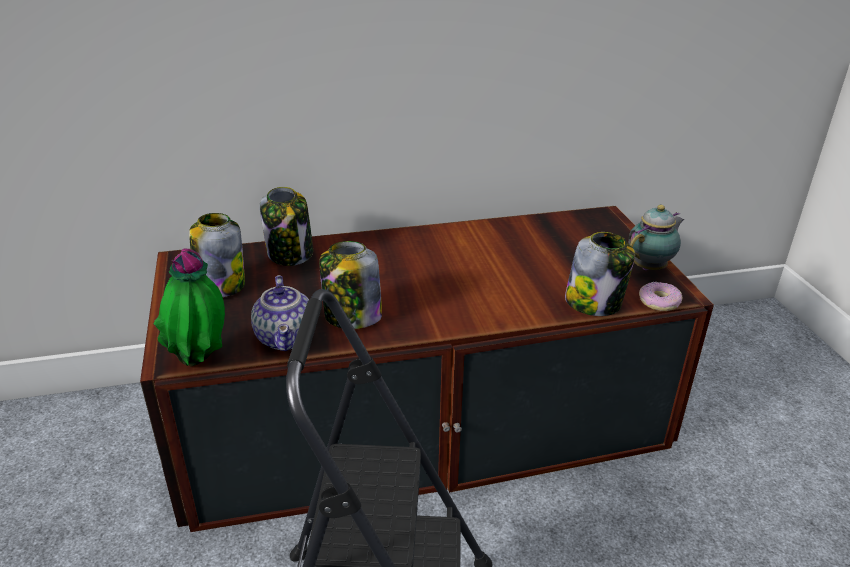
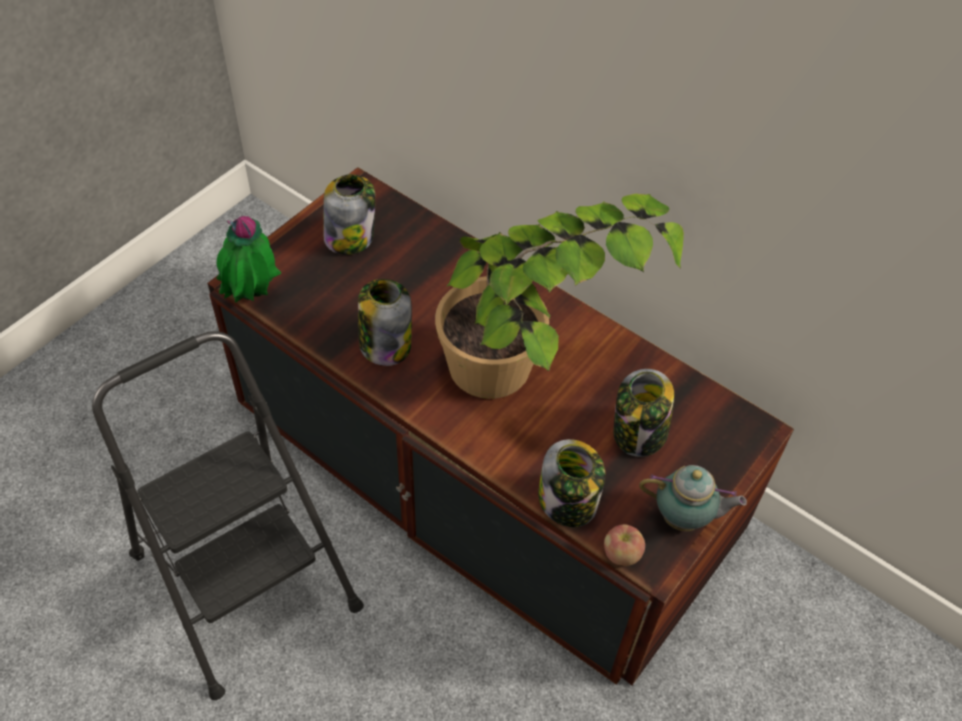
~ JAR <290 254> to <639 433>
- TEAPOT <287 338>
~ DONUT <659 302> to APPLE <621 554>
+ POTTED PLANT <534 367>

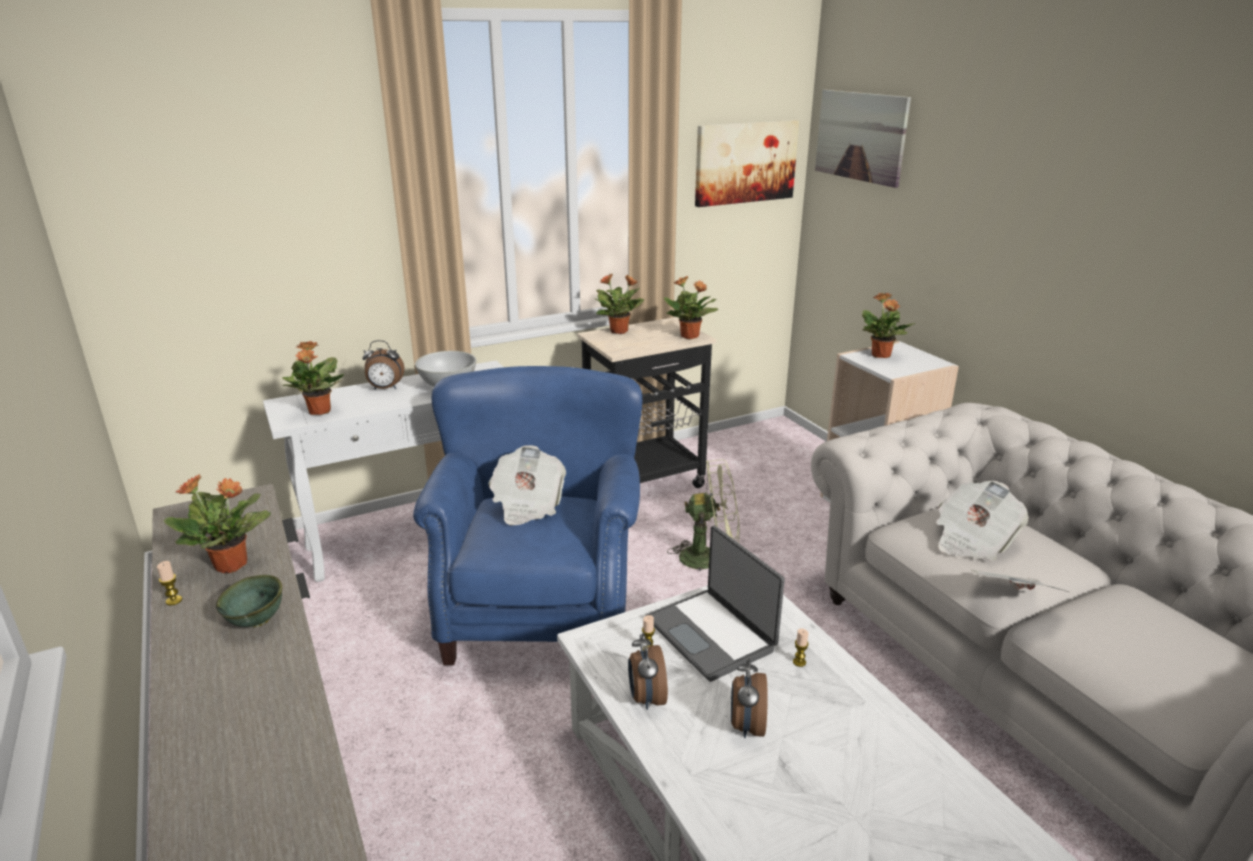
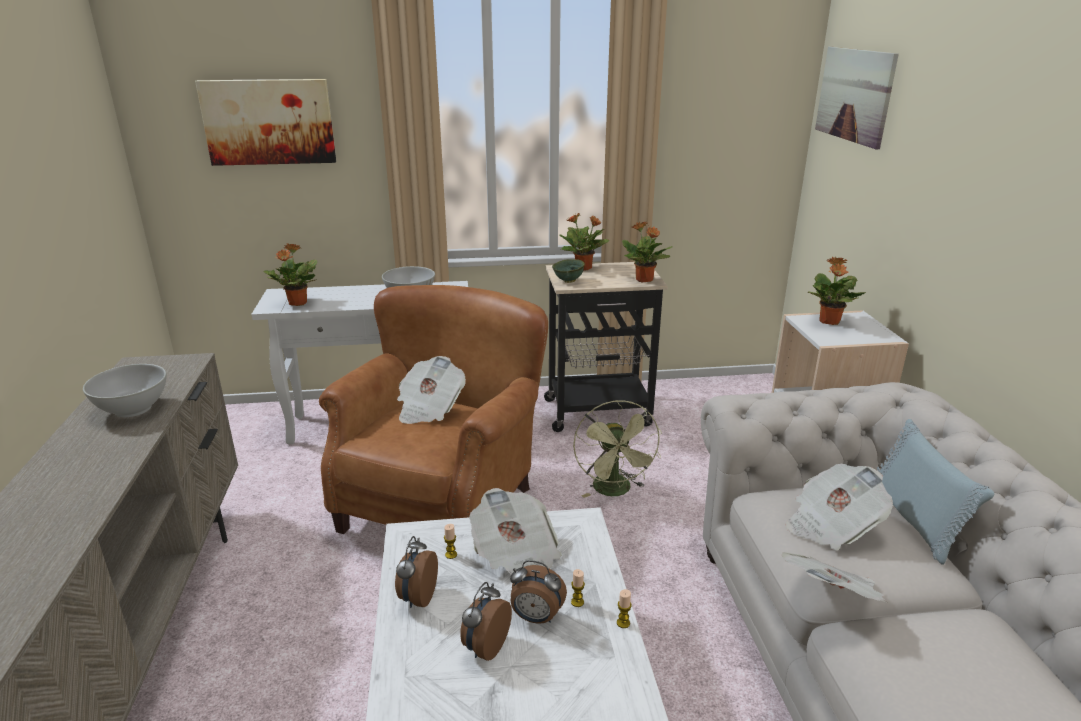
~ PICTURE <745 162> to <269 122>
~ ALARM CLOCK <385 388> to <536 617>
~ BLUE ARMCHAIR <540 605> to BROWN ARMCHAIR <443 501>
~ GREEN FAN <708 557> = <615 491> 60 degrees clockwise
~ POTTED PLANT <232 565> to WHITE BOWL <132 409>
~ LAPTOP <712 634> to NEWSPAPER <516 556>
~ CANDLE <174 600> to <623 623>
~ GREEN BOWL <257 622> to <569 281>
+ BLUE PILLOW <914 521>

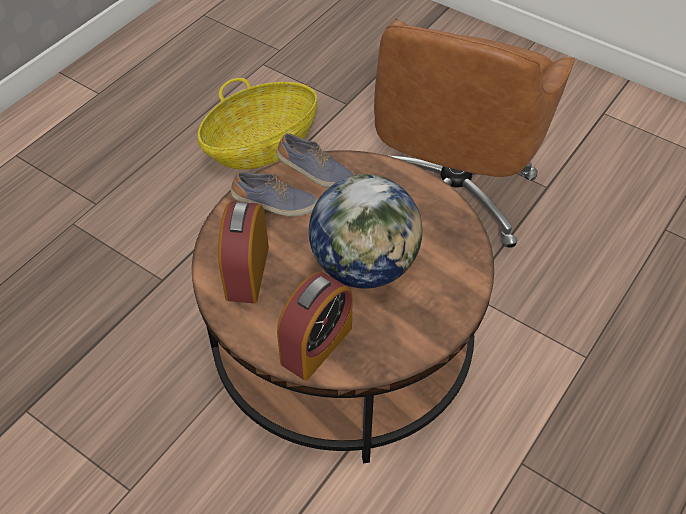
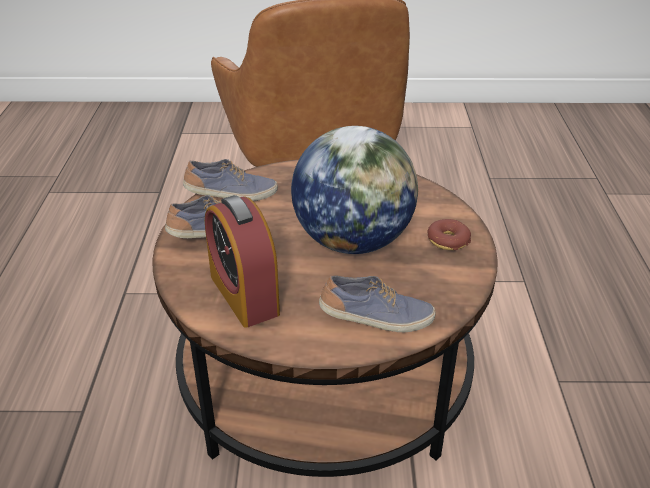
- BASKET <261 146>
~ ALARM CLOCK <316 345> to SHOE <377 319>
+ DONUT <448 240>

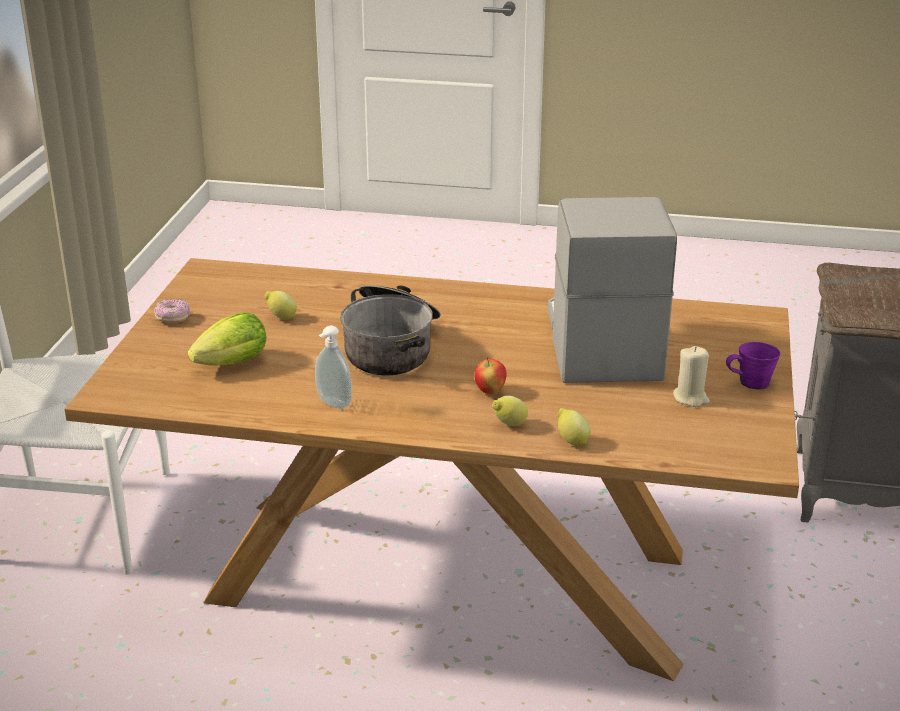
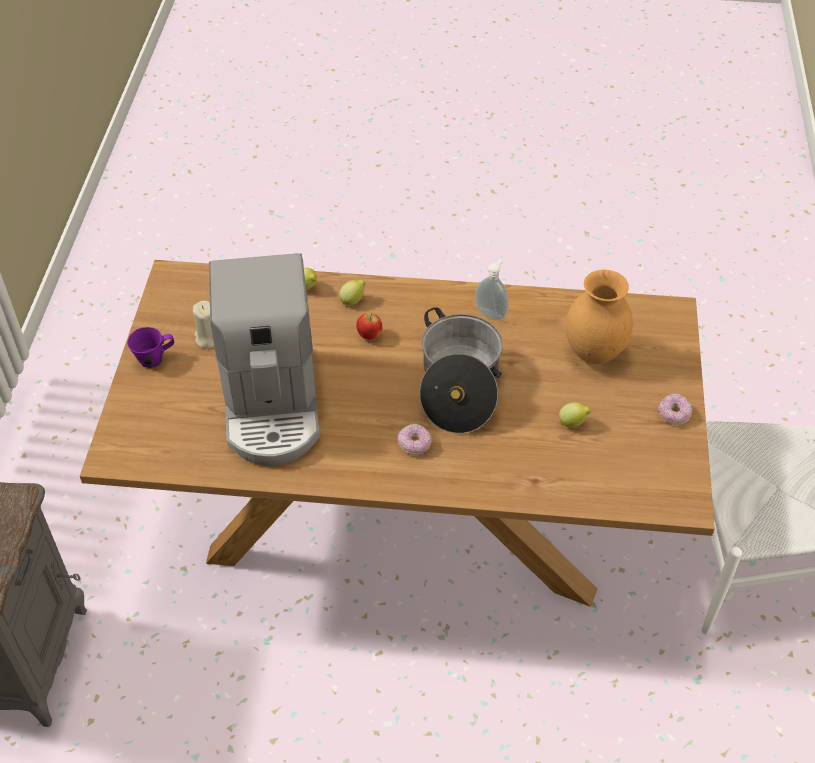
~ LETTUCE <228 365> to BROWN VASE <592 353>
+ DONUT <414 444>

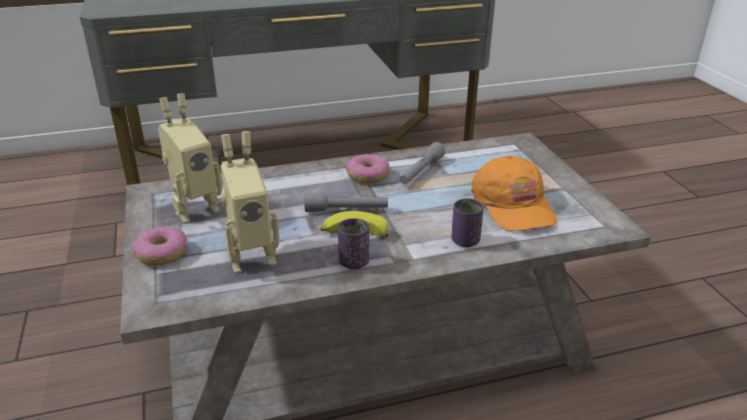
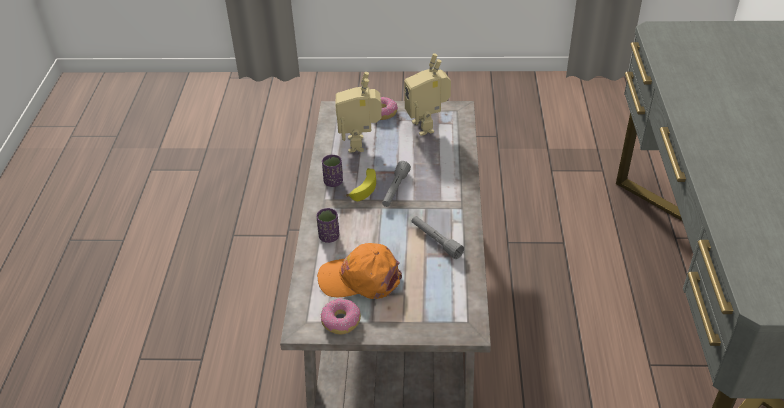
~ DONUT <368 176> to <340 321>

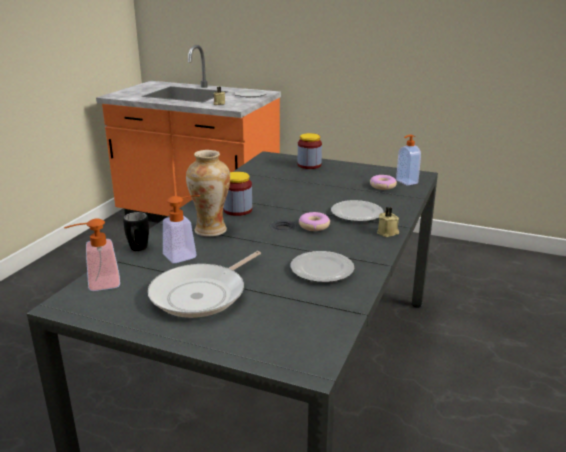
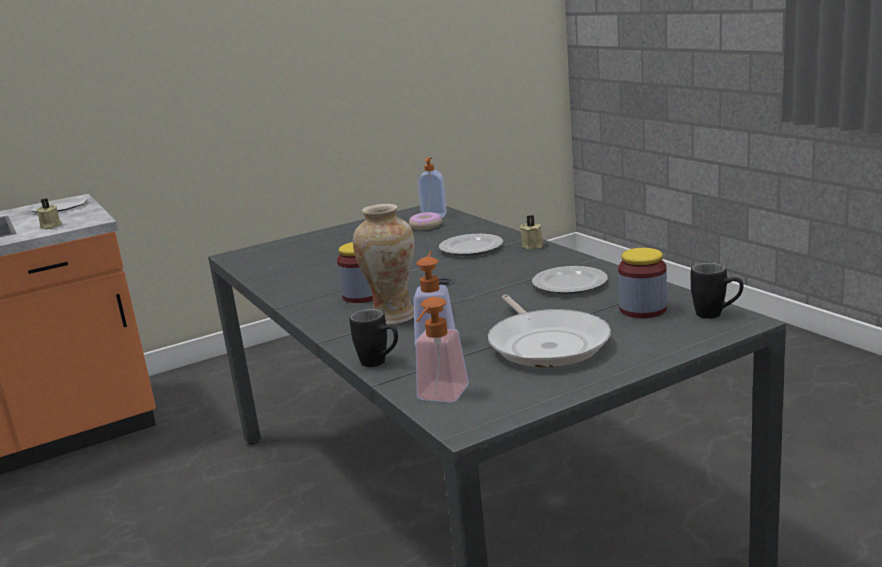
~ JAR <309 165> to <643 309>
- DONUT <314 226>
+ BLACK MUG <716 315>

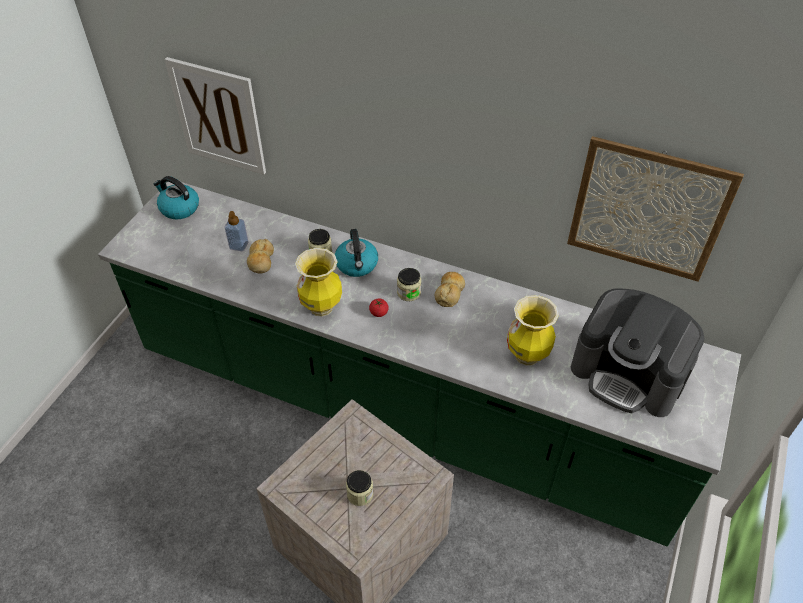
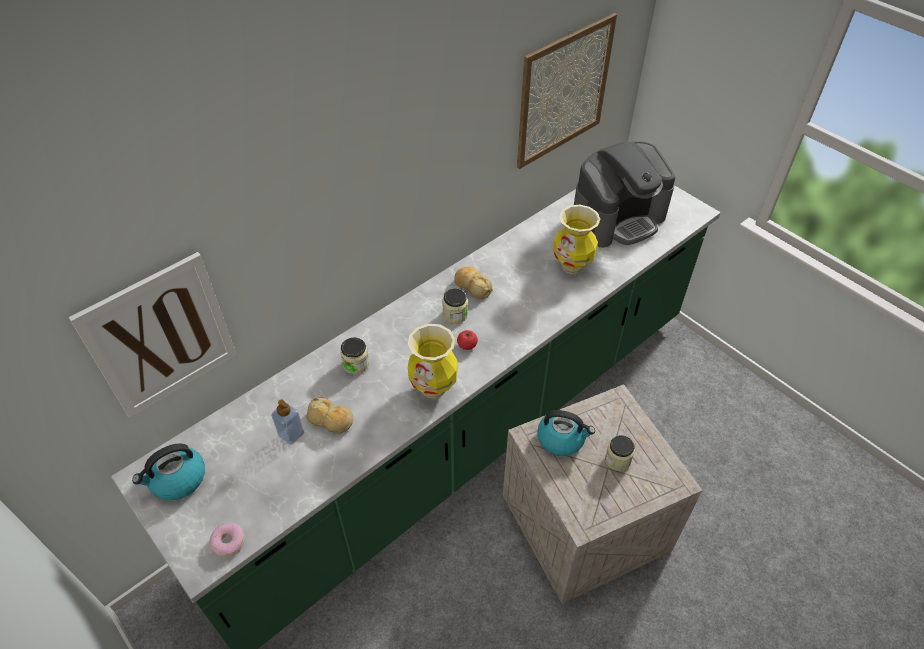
~ KETTLE <357 265> to <561 439>
+ DONUT <228 542>

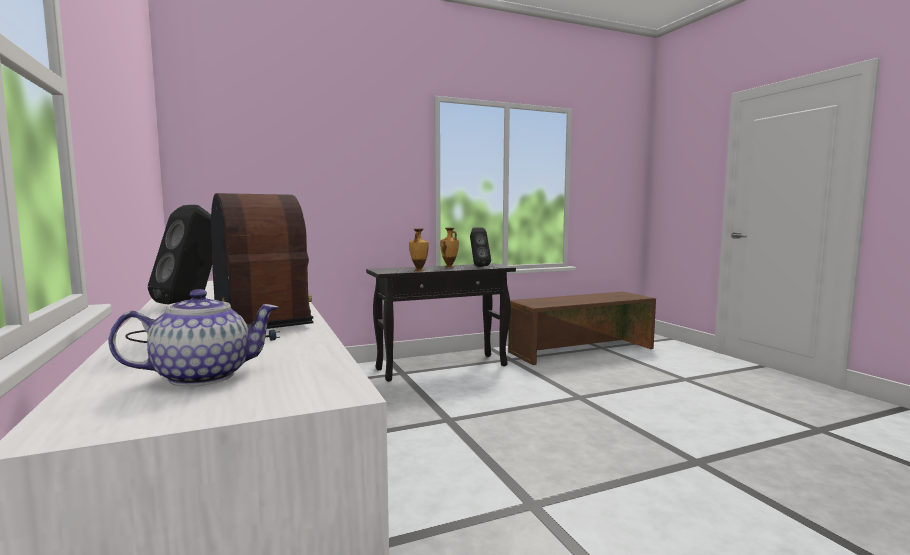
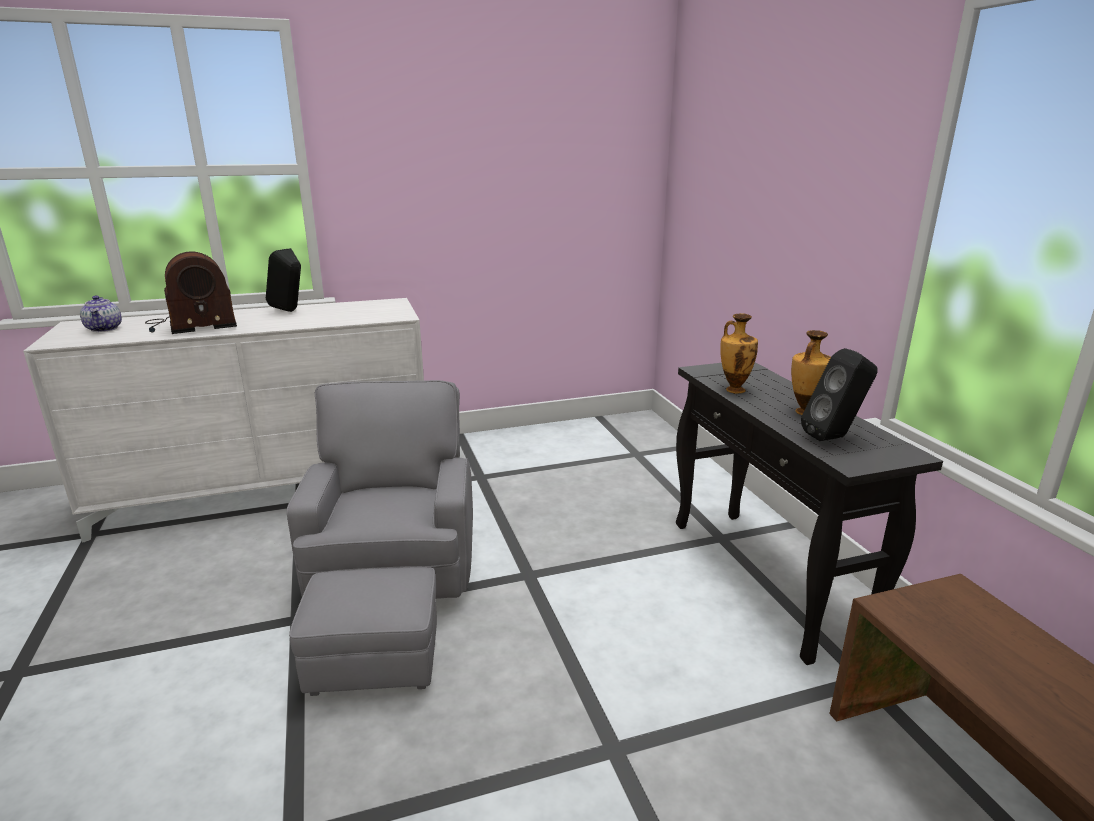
+ GREY ARMCHAIR <391 582>

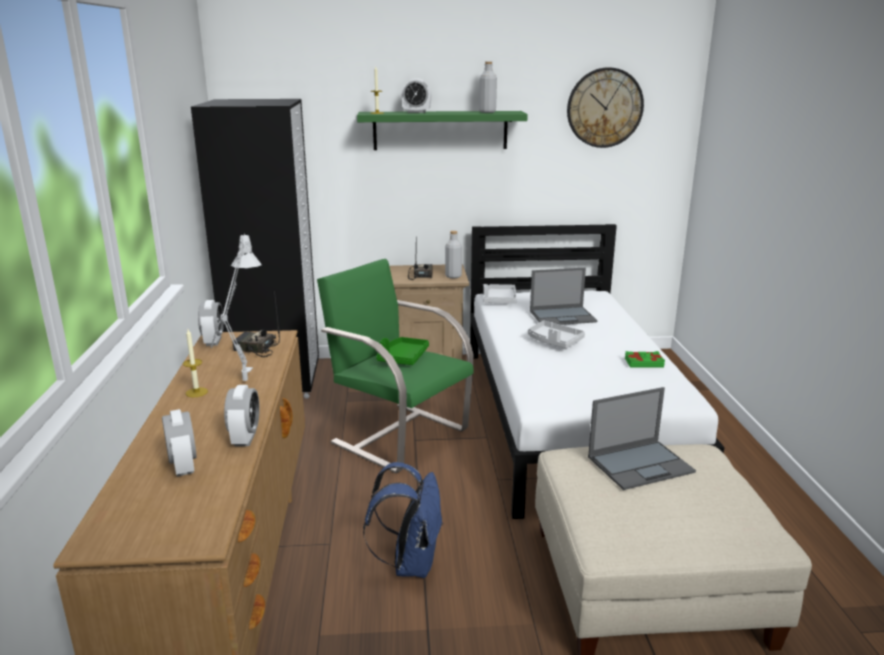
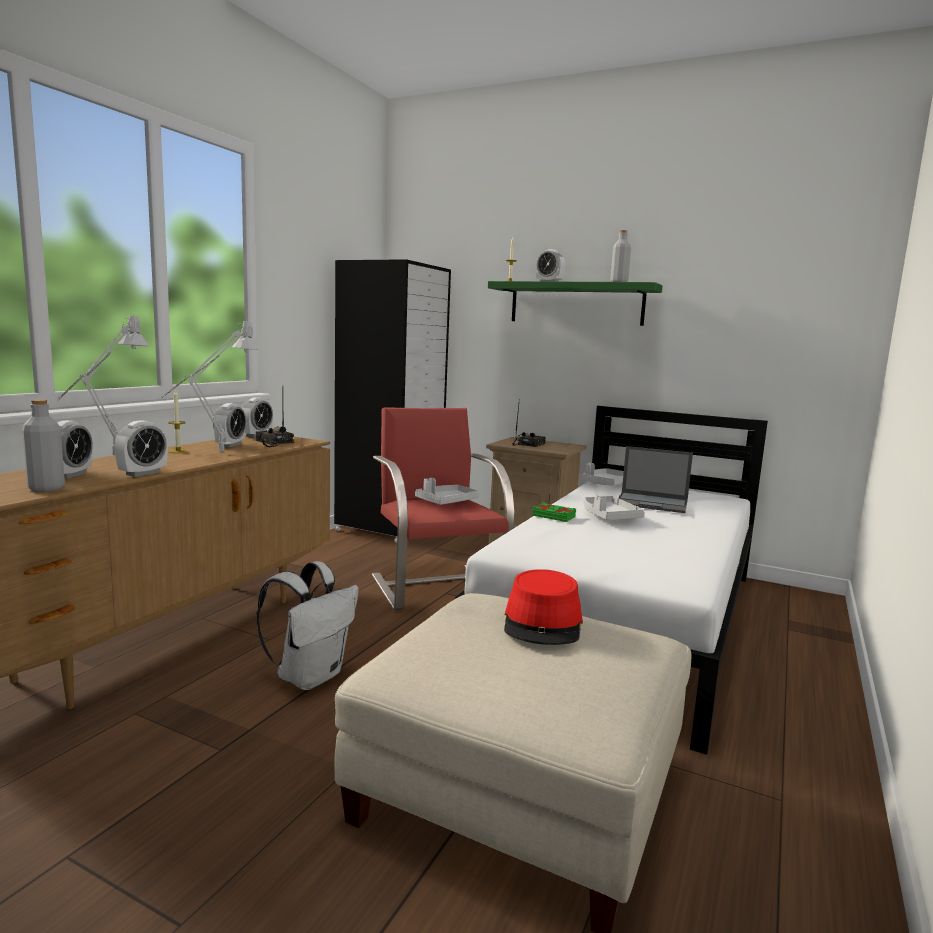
- WALL CLOCK <604 108>
~ GREY BOTTLE <453 276> to <46 488>
~ GREEN ARMCHAIR <399 435> to RED ARMCHAIR <436 586>
~ GREEN TRAY <403 358> to GREY TRAY <446 502>
~ GREEN BOOK <643 362> to <554 516>
~ LAPTOP <641 464> to RED HAT <543 623>
~ BLUE BACKPACK <410 563> to WHITE BACKPACK <310 676>
+ GREY TABLE LAMP <110 458>
+ ALARM CLOCK <230 445>

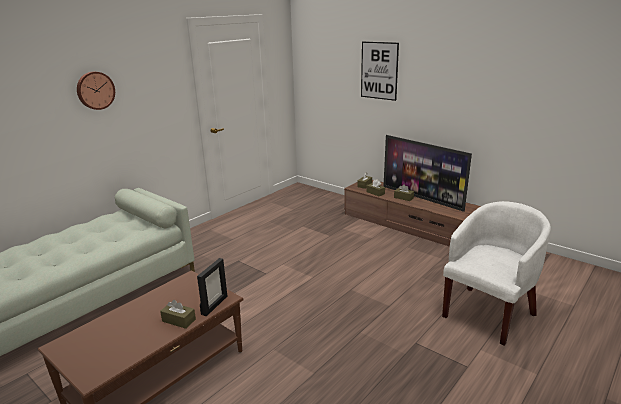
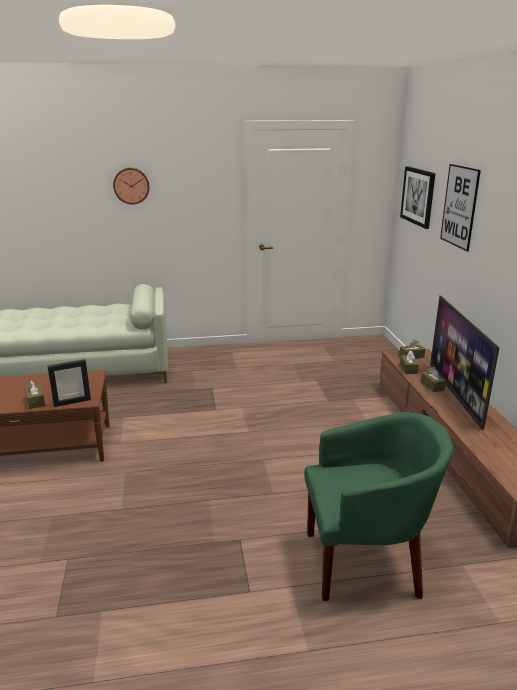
~ WHITE ARMCHAIR <489 313> to GREEN ARMCHAIR <366 561>
+ PICTURE <418 196>

